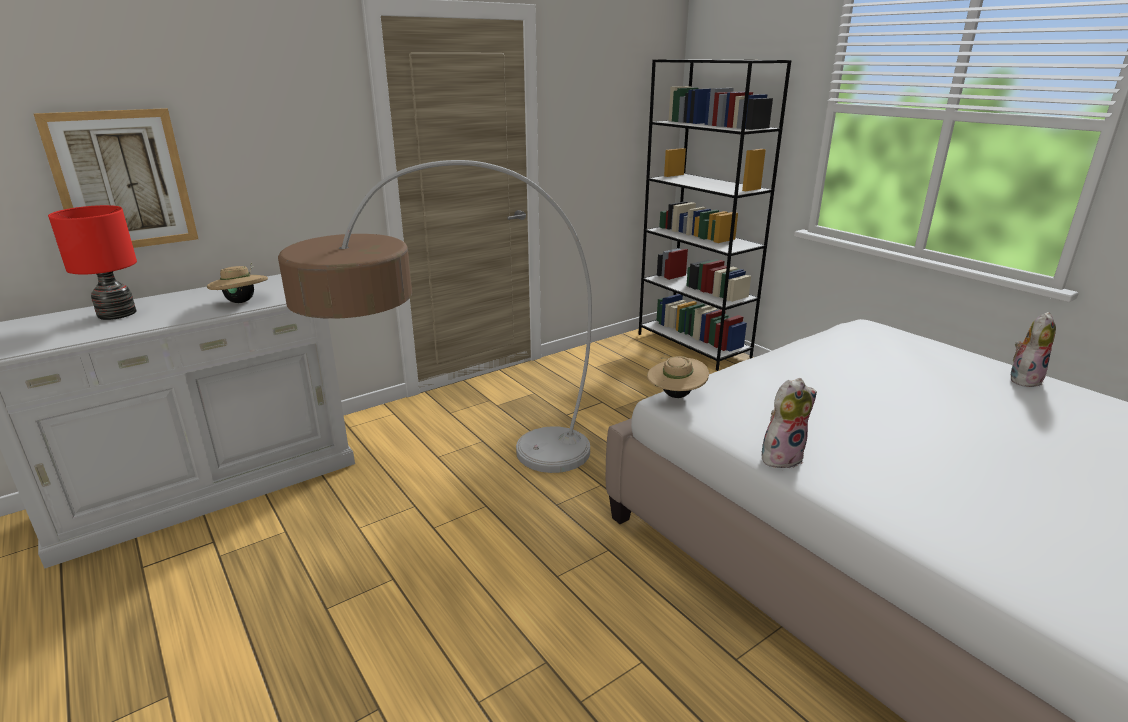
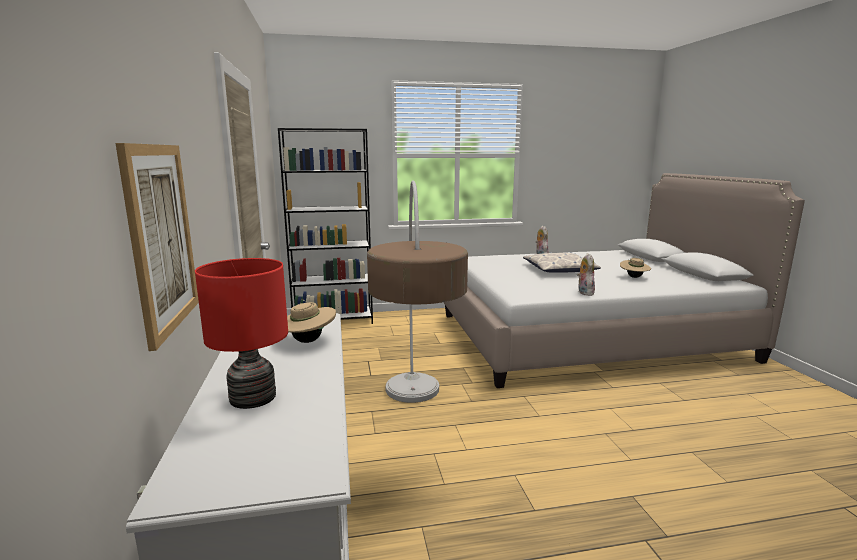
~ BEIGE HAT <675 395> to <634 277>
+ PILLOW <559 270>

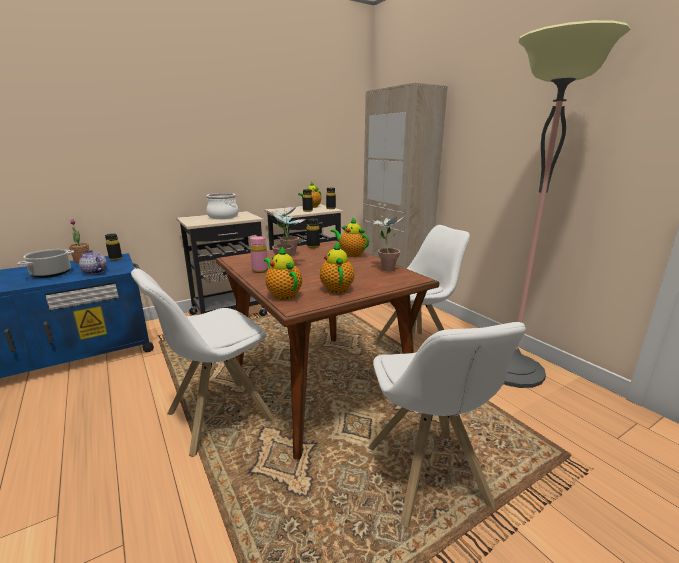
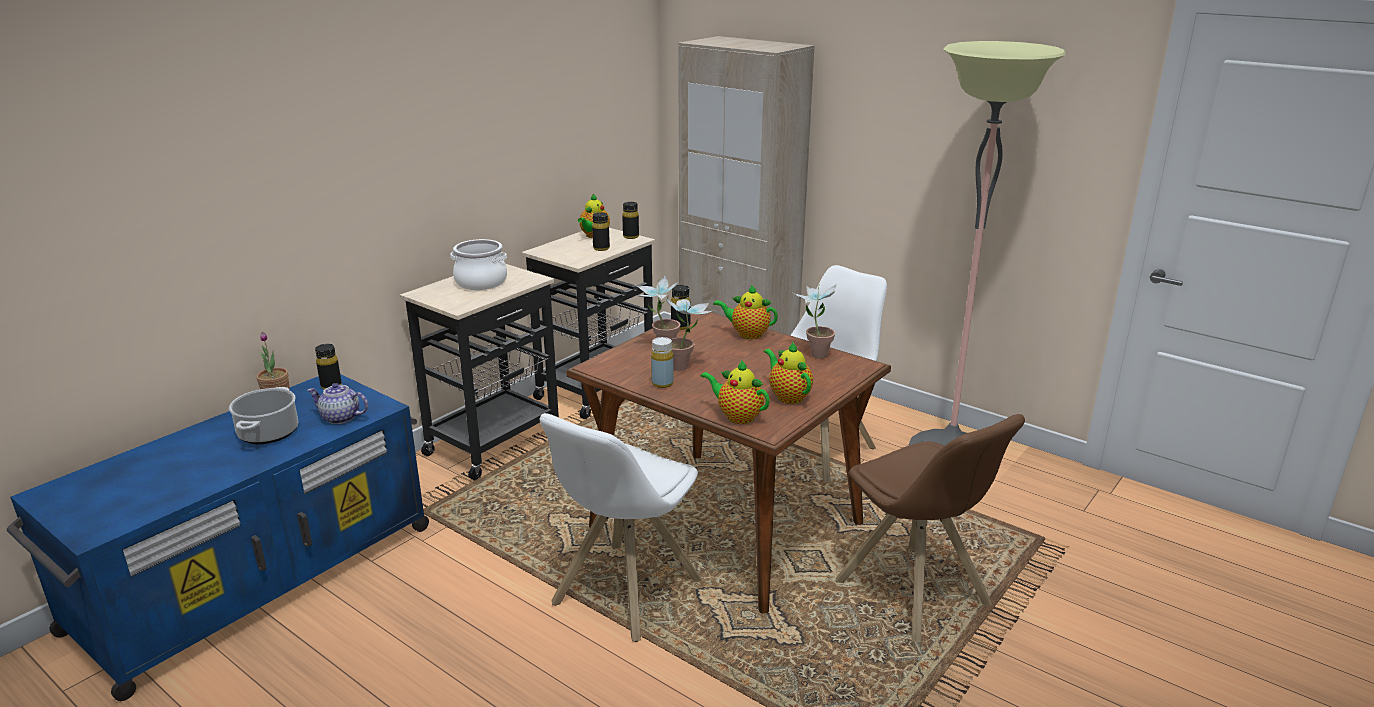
~ PINK BOTTLE <260 270> to YELLOW BOTTLE <662 383>
~ WHITE CHAIR <427 475> to BROWN CHAIR <913 593>

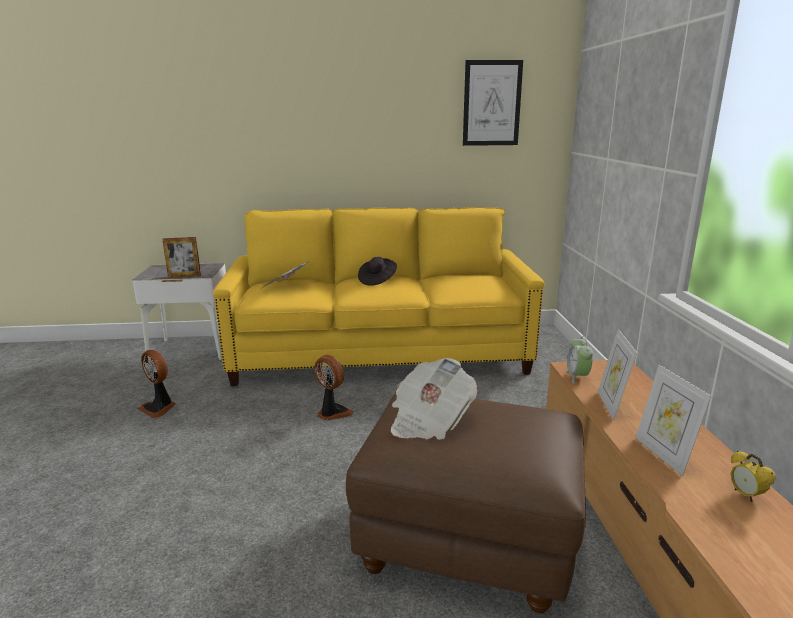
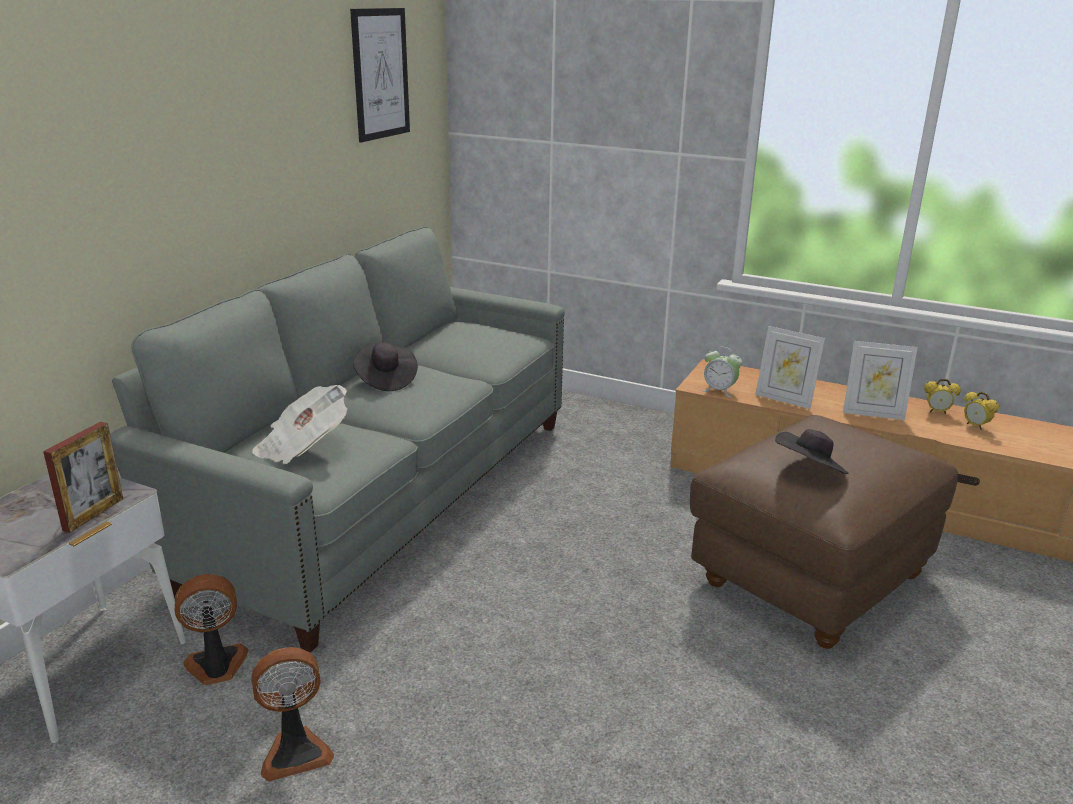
~ YELLOW SOFA <381 355> to GREY SOFA <383 494>
~ FAN <332 413> to <216 667>
~ NEWSPAPER <429 420> to BLACK HAT <809 470>
+ ALARM CLOCK <975 426>

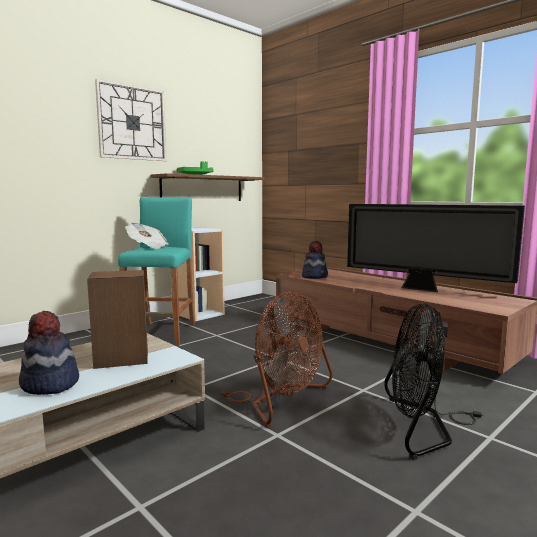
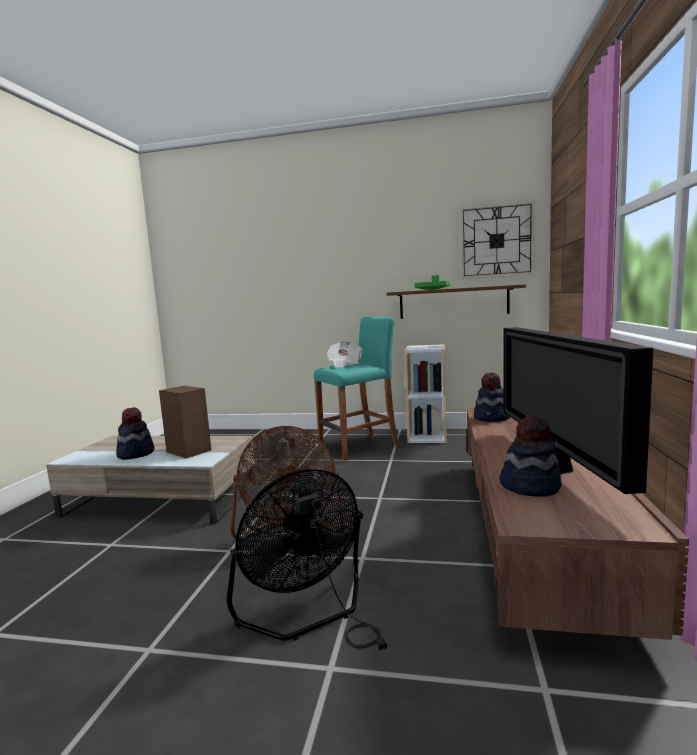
~ WALL CLOCK <132 123> to <496 241>
+ HAT <530 486>

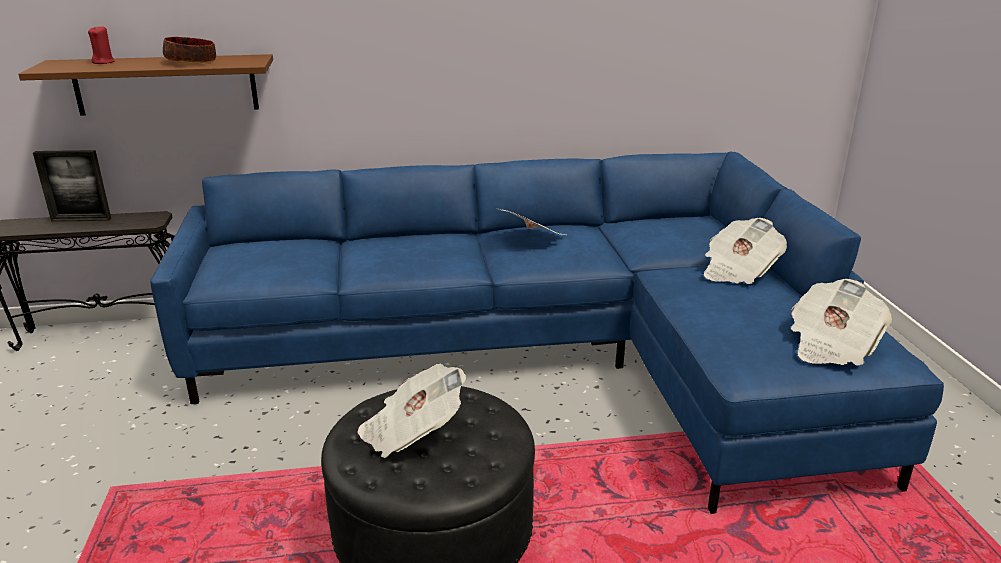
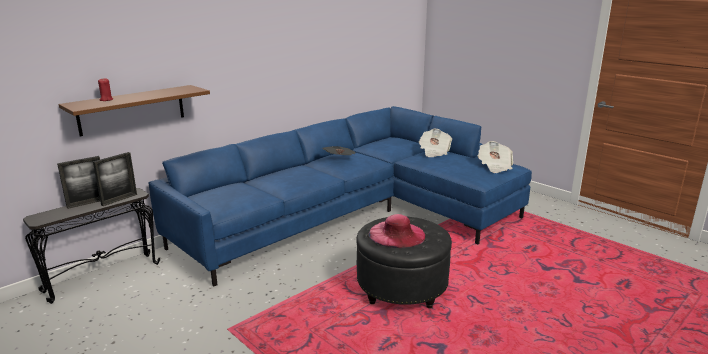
- BOWL <192 62>
~ NEWSPAPER <412 432> to PINK HAT <397 234>
+ PICTURE FRAME <119 199>

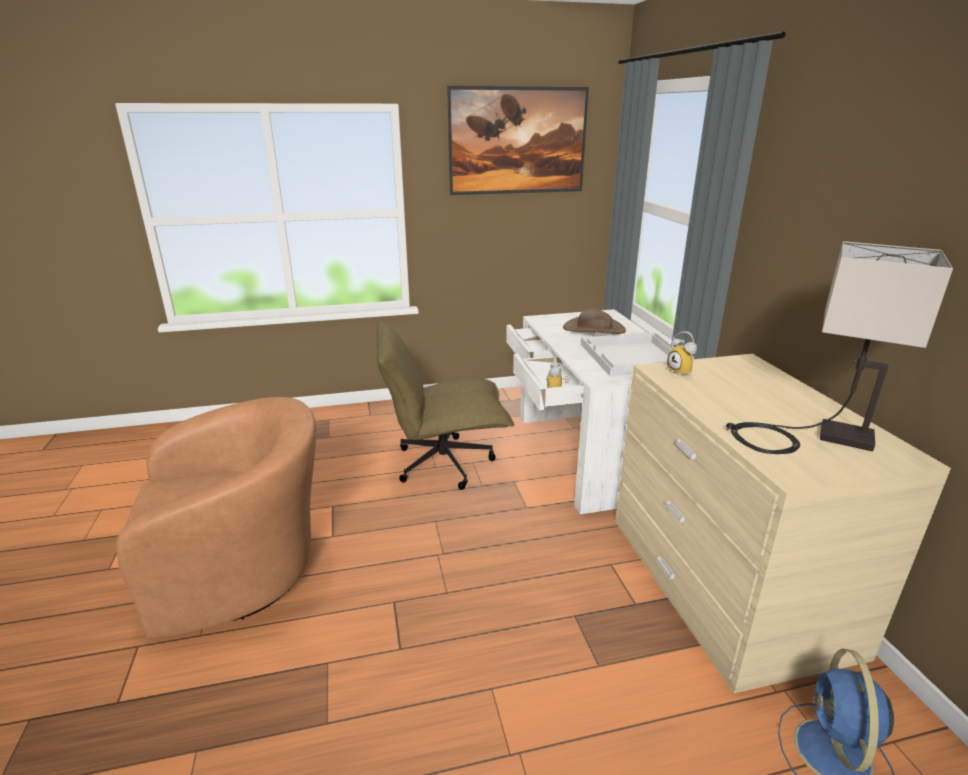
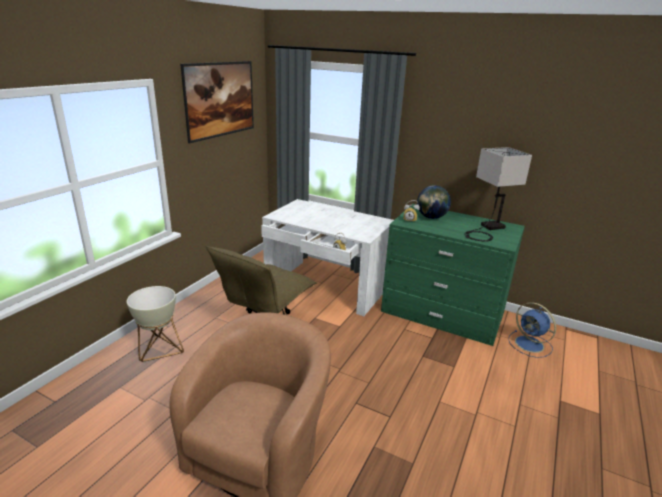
- BROWN HAT <594 329>
- WHITE TRAY <633 357>
~ BEIGE DRESSER <726 581> to GREEN DRESSER <443 311>
+ GLOBE <431 217>
+ PLANTER <159 350>

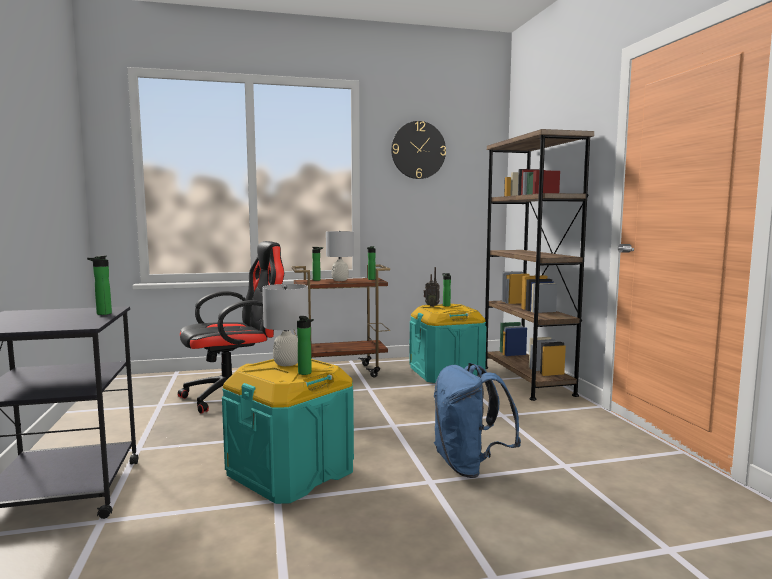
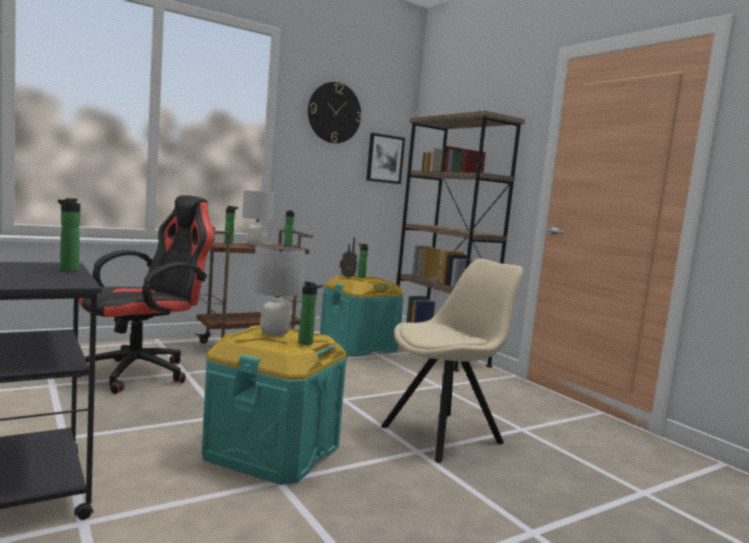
~ BLUE BACKPACK <469 466> to BEIGE CHAIR <443 435>
+ PICTURE <384 159>

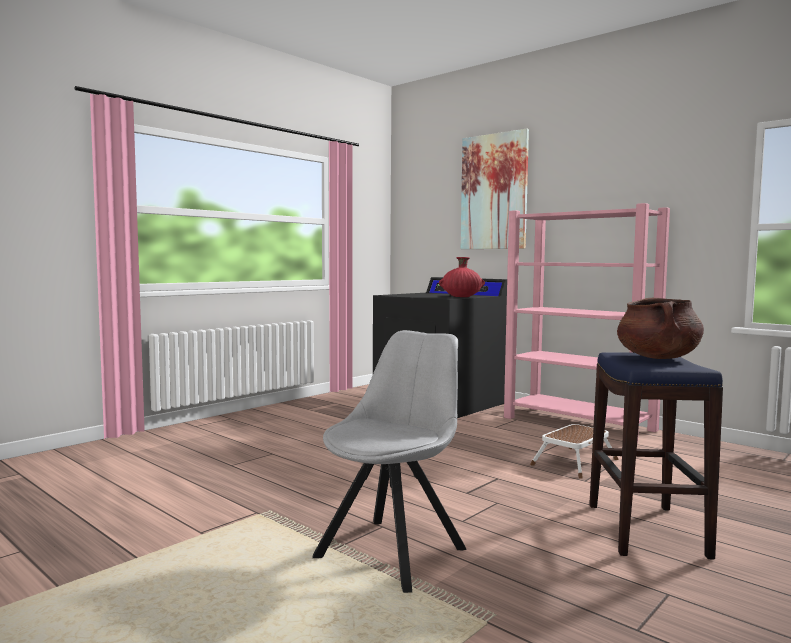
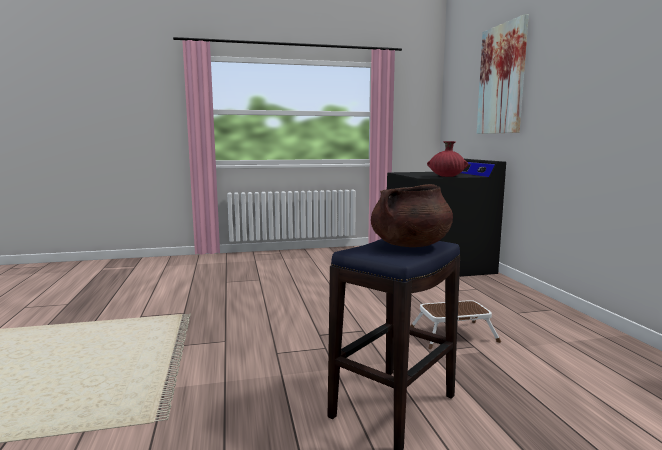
- PINK BOOKCASE <578 424>
- GREY CHAIR <393 551>

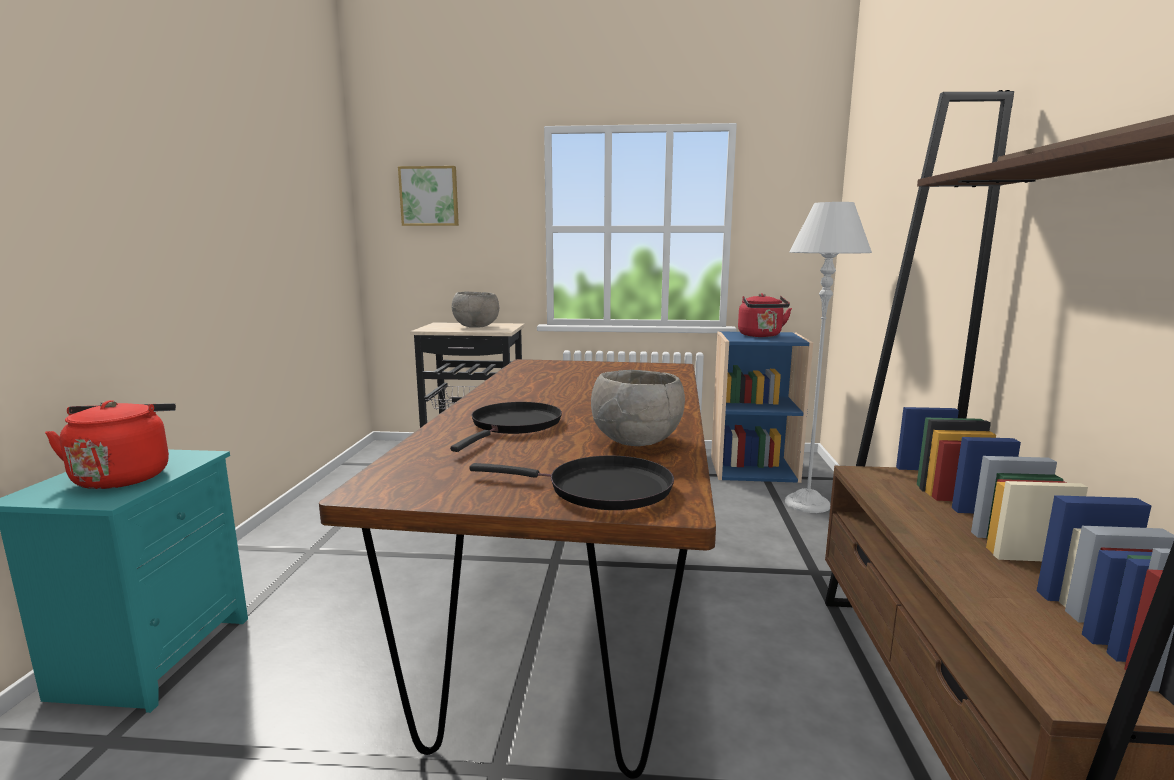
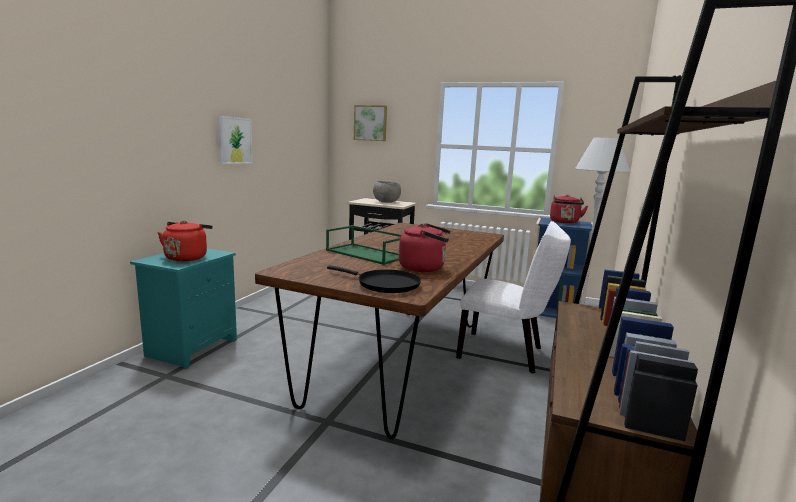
~ GREY BOWL <637 442> to RED KETTLE <424 268>
~ BLACK FRYING PAN <514 425> to GREEN TRAY <368 253>
+ PICTURE <234 140>
+ WHITE CHAIR <506 353>

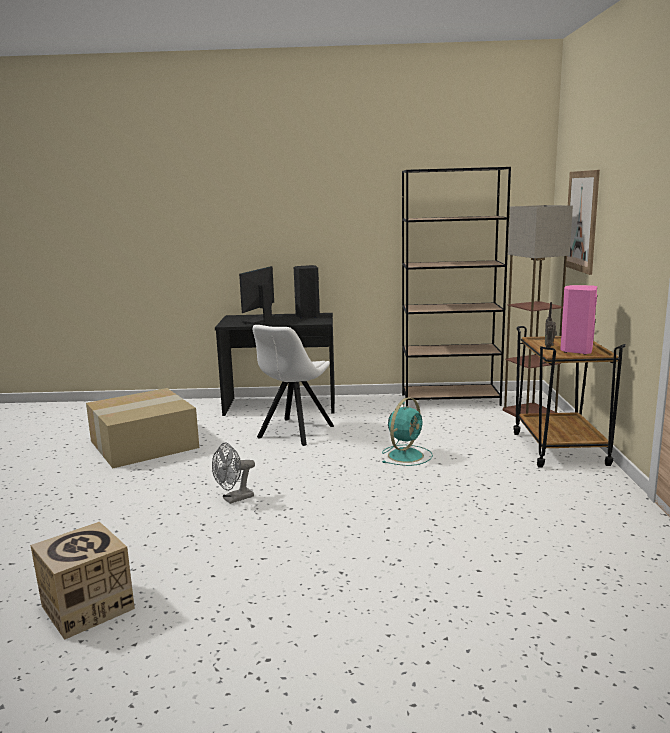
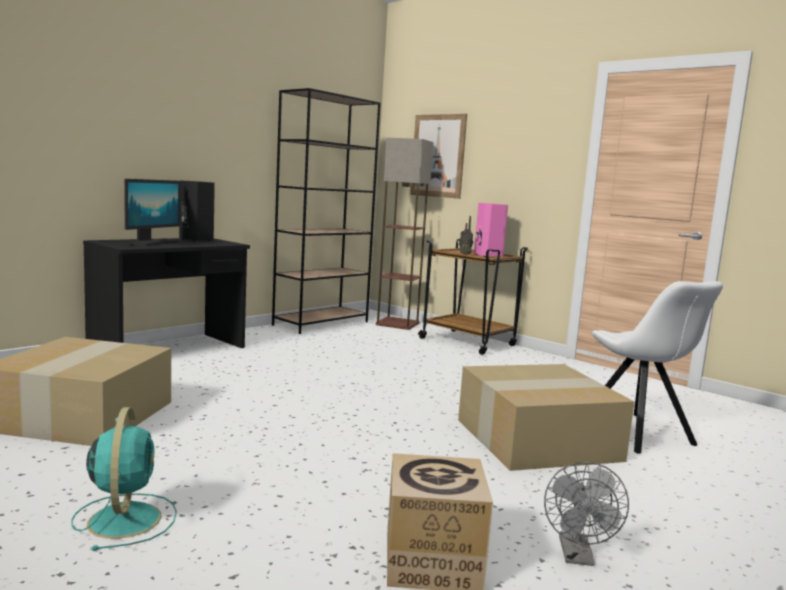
~ MONITOR <260 320> = <152 243> 135 degrees counterclockwise
~ WHITE CHAIR <295 432> to <636 433>
~ TURQUOISE FAN <406 455> to <125 518>
~ GREY FAN <234 499> to <577 557>
+ CARDBOARD BOX <536 440>

